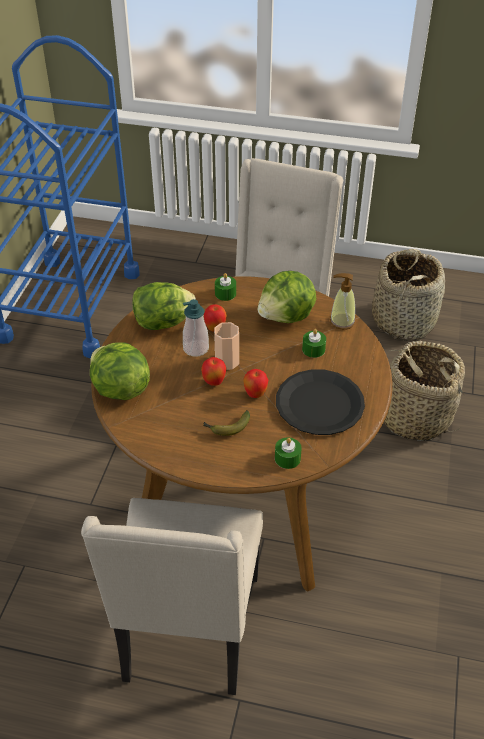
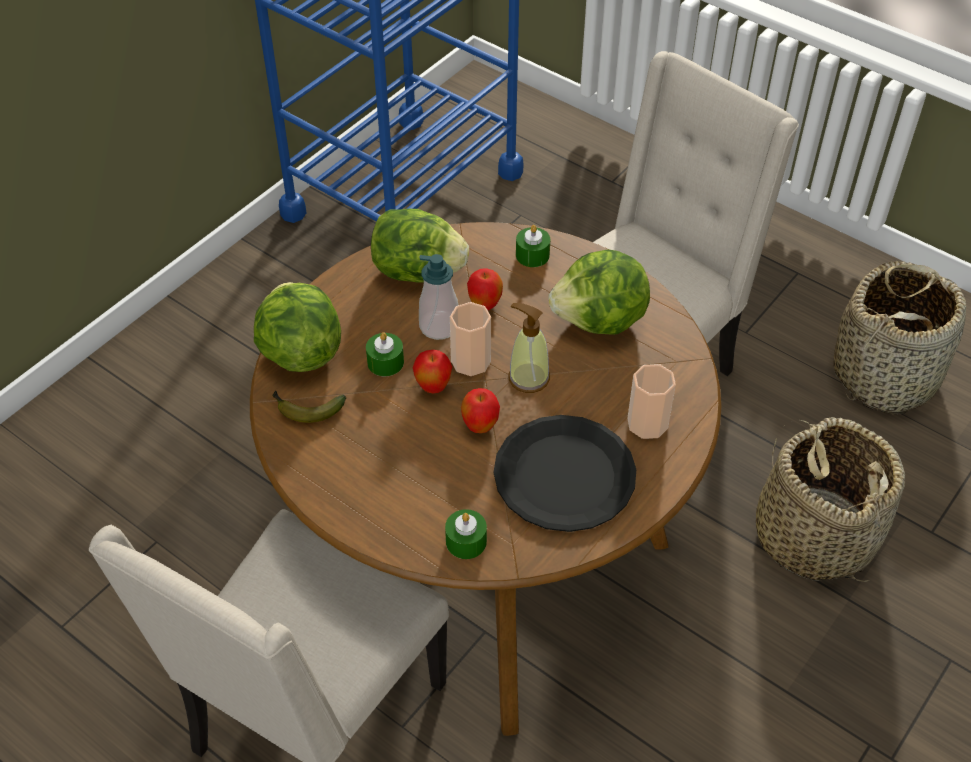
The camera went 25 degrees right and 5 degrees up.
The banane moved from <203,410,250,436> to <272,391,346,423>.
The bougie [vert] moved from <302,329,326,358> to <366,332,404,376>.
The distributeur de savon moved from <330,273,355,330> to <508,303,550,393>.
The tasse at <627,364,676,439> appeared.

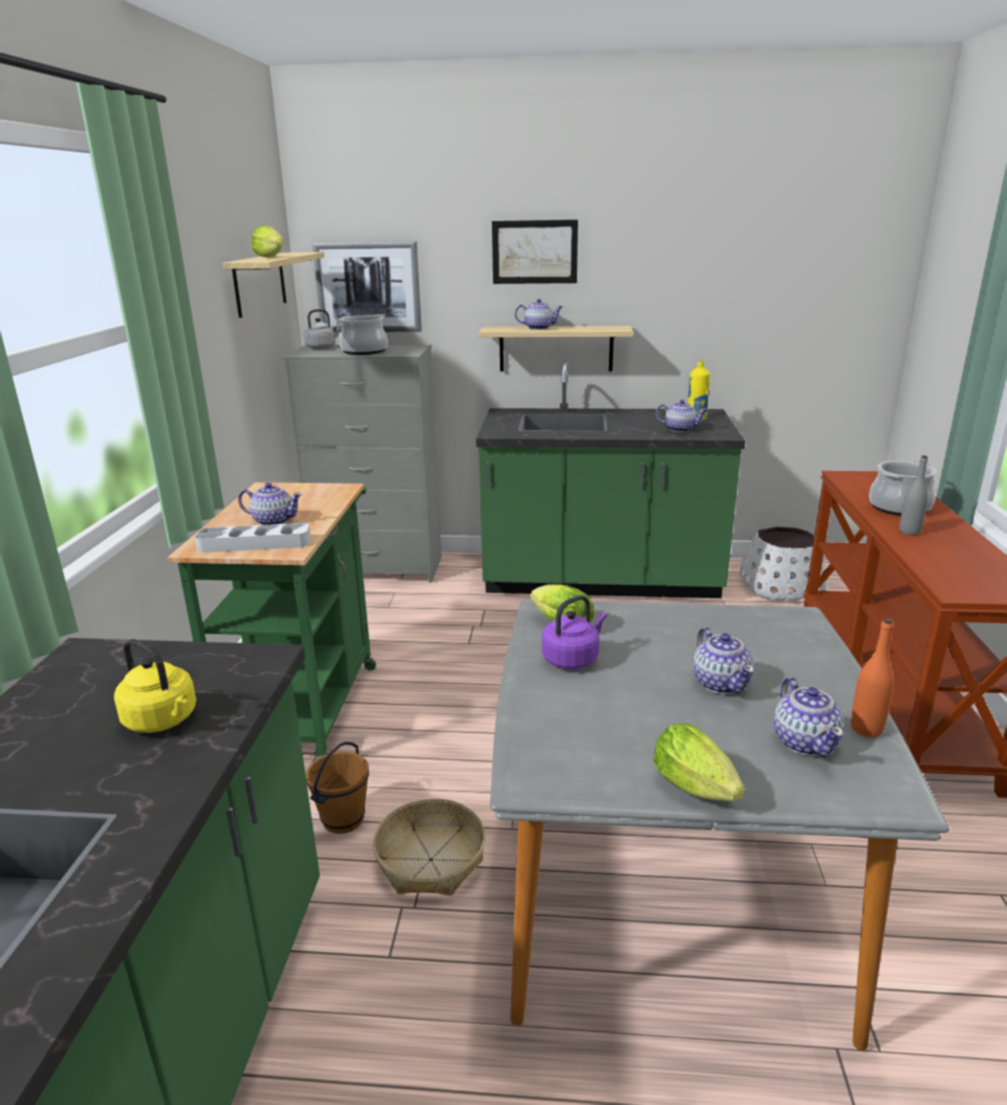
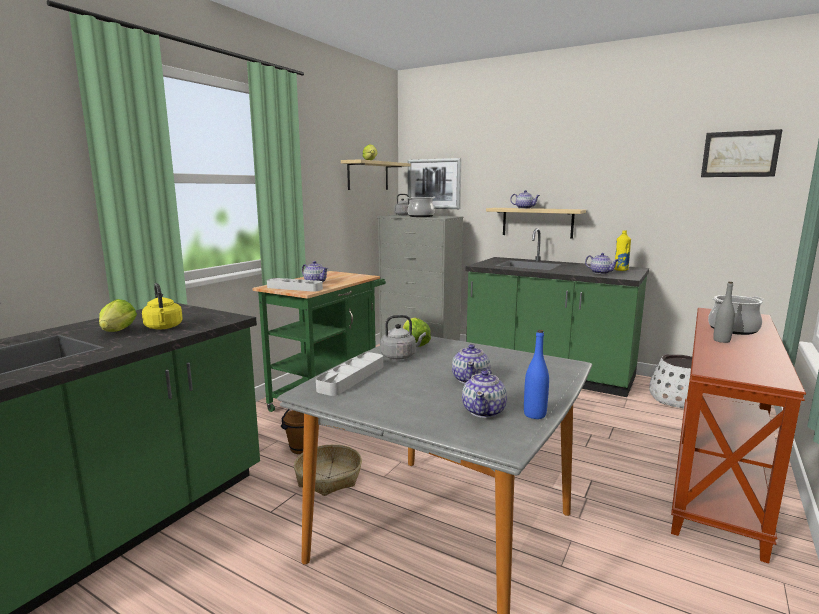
The camera went 25 degrees right and 10 degrees down.
The tableau moved from <492,220,578,284> to <701,129,783,177>.
The bouilloire [violet] at <542,595,607,669> became the bouilloire [gris] at <381,315,426,359>.
The laitue moved from <653,723,744,801> to <99,299,137,332>.
The bouteille [orange] at <851,618,894,737> became the bouteille [bleu] at <524,330,549,419>.
The plateau [gris] at <316,352,383,396> appeared.

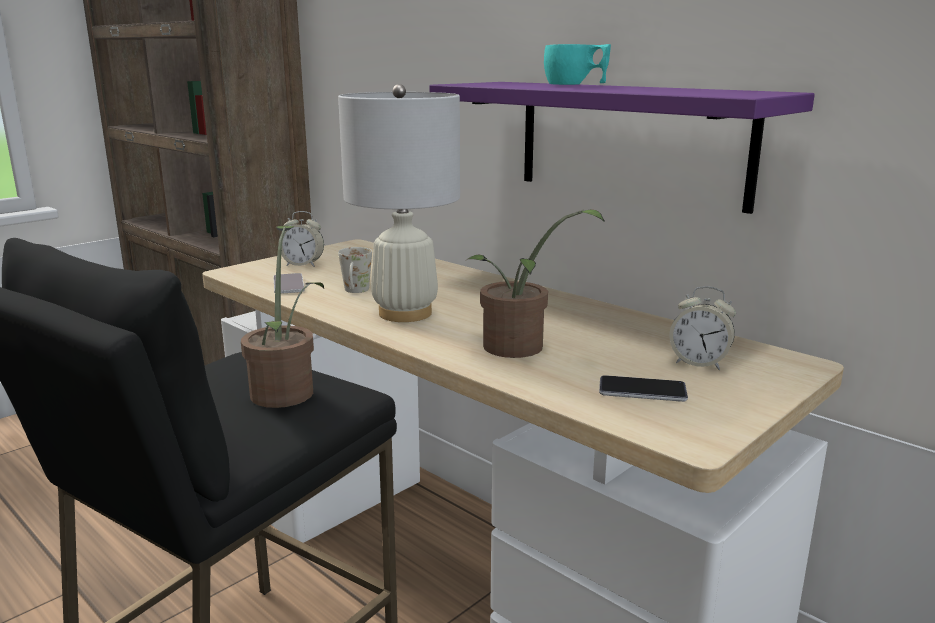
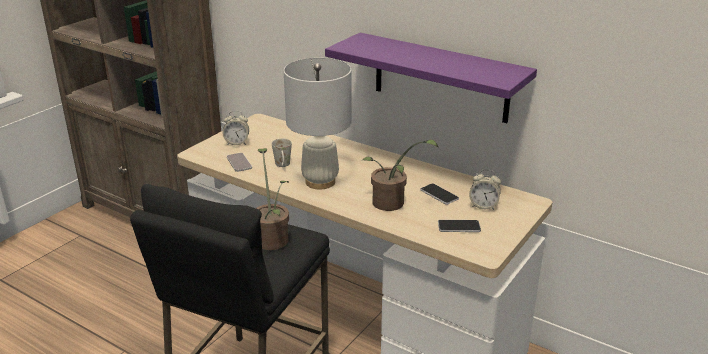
The camera went 10 degrees left and 10 degrees up.
The tasse [turquoise] at <544,44,611,85> disappeared.
The téléphone at <420,183,459,205> appeared.

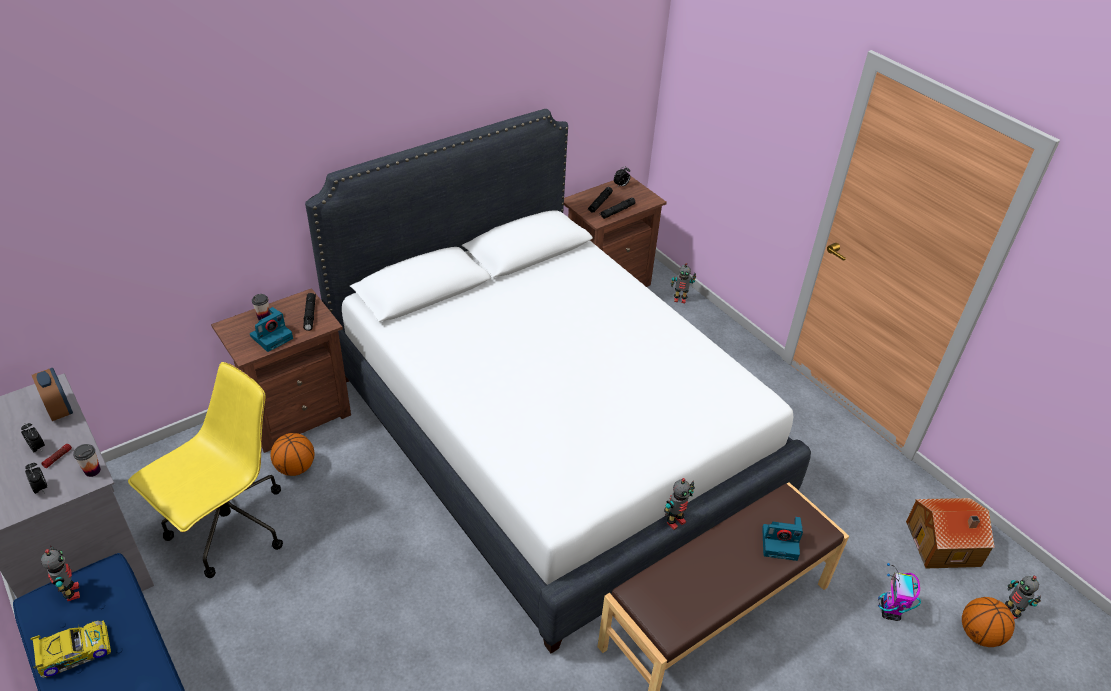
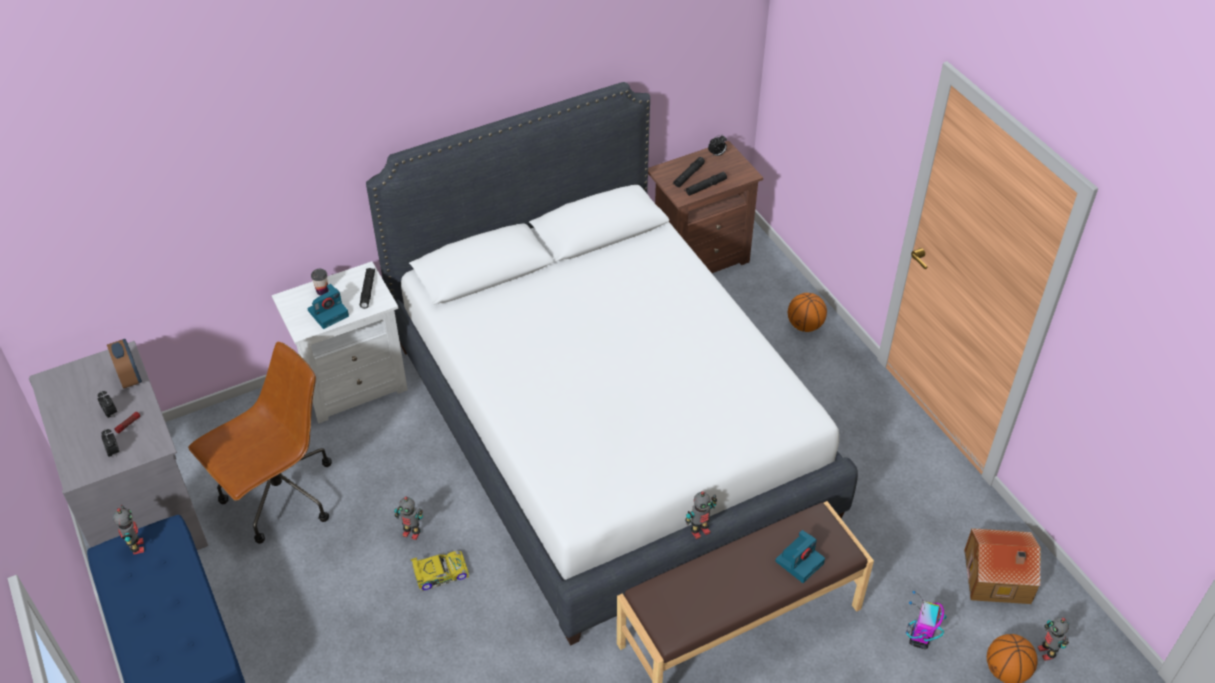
The camera went 10 degrees right and 5 degrees up.
The petite voiture moved from <30,620,111,678> to <410,551,469,591>.
The tasse at <73,444,101,477> disappeared.
The chaise de bureau [jaune] at <128,362,283,578> became the chaise de bureau [marron] at <188,342,332,544>.
The table de chevet [marron] at <211,288,351,453> became the table de chevet [blanc] at <272,261,408,424>.
The ballon de basket moved from <270,433,315,476> to <788,293,827,332>.
The robot jouet moved from <671,263,696,303> to <394,496,423,540>.
The appareil photo at <762,517,803,561> turned 60 degrees counterclockwise.

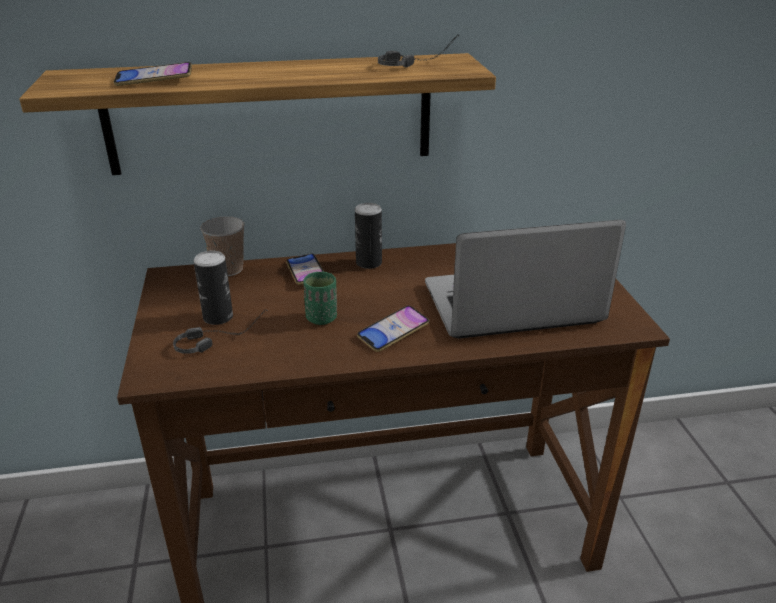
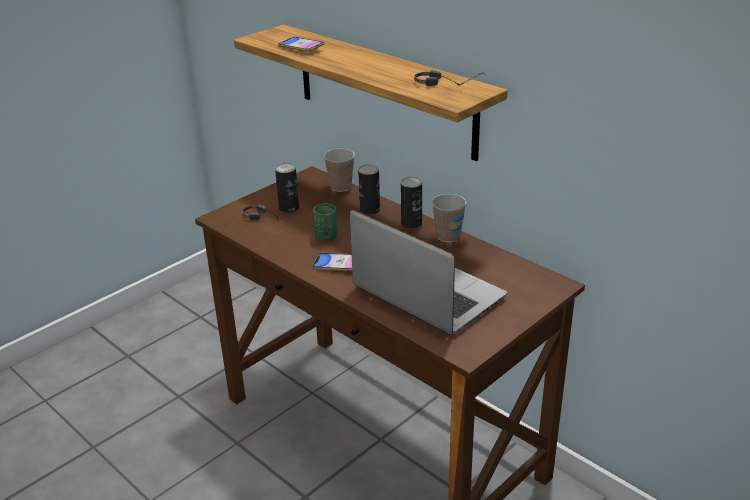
The camera went 55 degrees right and 0 degrees up.
The téléphone at <286,254,324,285> was replaced by the boîte métallique at <358,164,380,215>.
The tasse at <432,194,467,242> appeared.

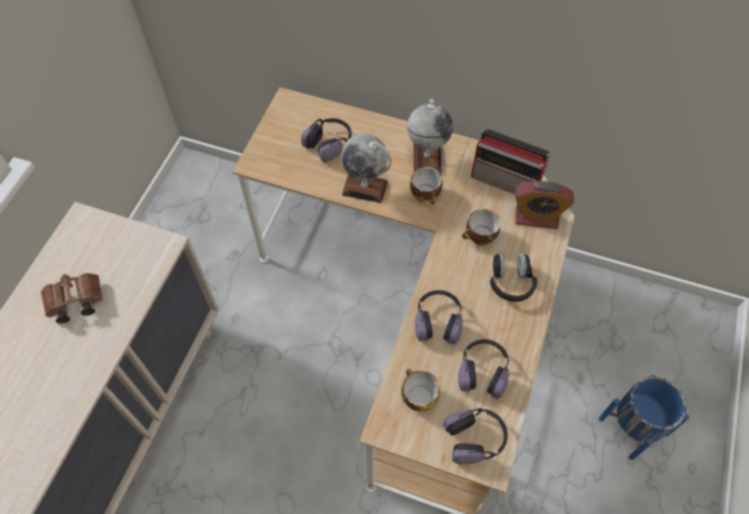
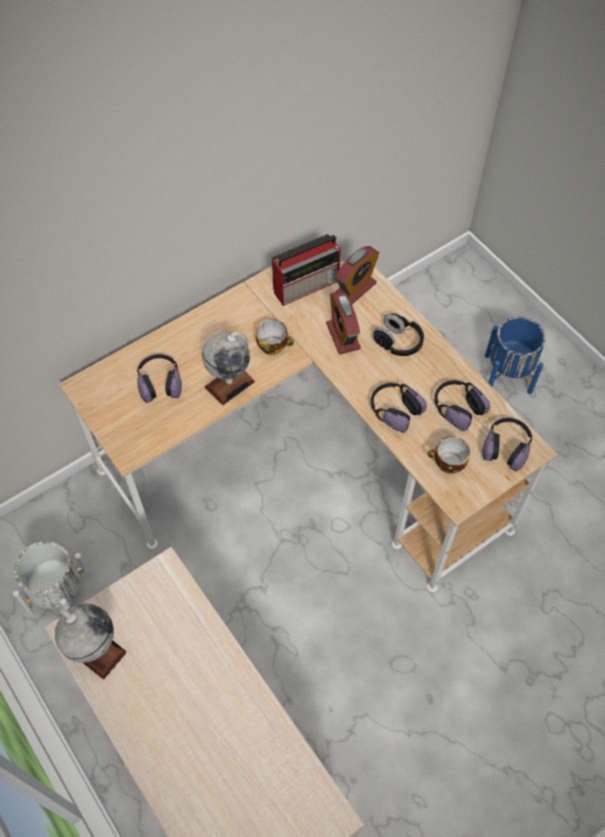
The camera went 55 degrees left and 0 degrees up.
The jumelles [marron] at <41,273,103,324> disappeared.
The globe moved from <407,99,453,174> to <55,604,127,680>.
The tasse at <462,209,501,246> was replaced by the réveil at <326,290,361,354>.
The cache-pot [blanc] at <13,541,92,615> appeared.

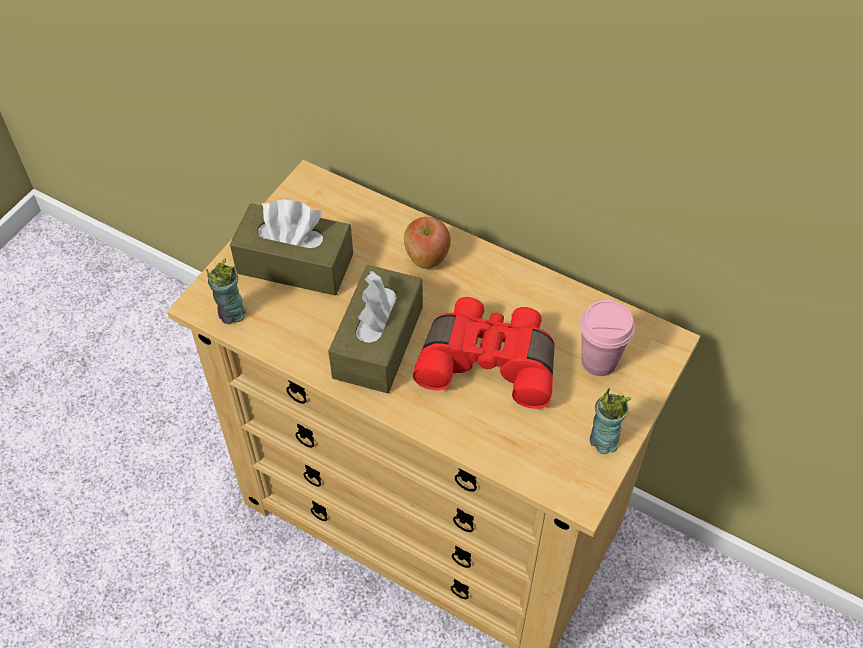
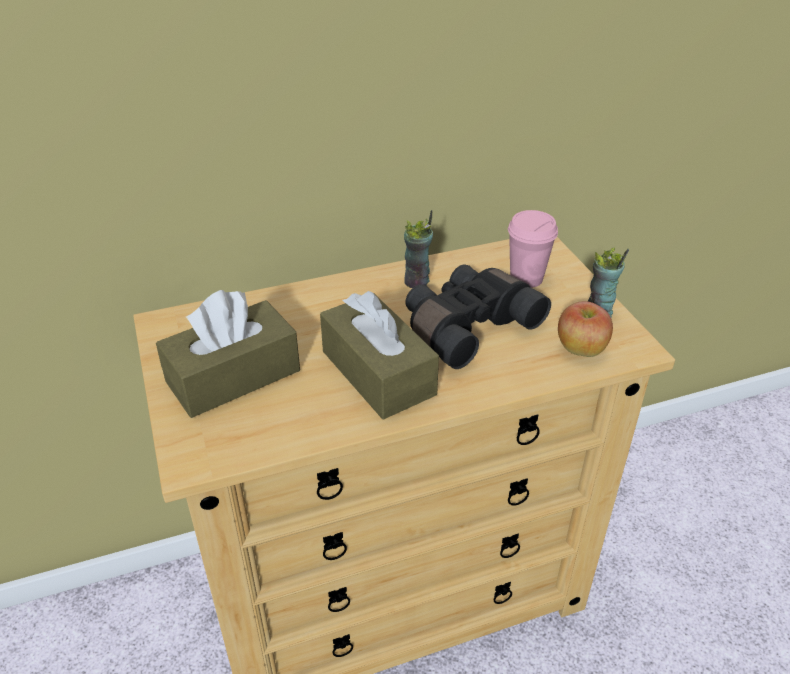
The camera went 50 degrees left and 15 degrees down.
The tasse moved from <206,258,246,324> to <404,210,433,288>.
The pomme moved from <404,217,451,269> to <558,301,613,357>.
The jumelles [rouge] at <413,297,555,409> became the jumelles [noir] at <405,265,551,369>.

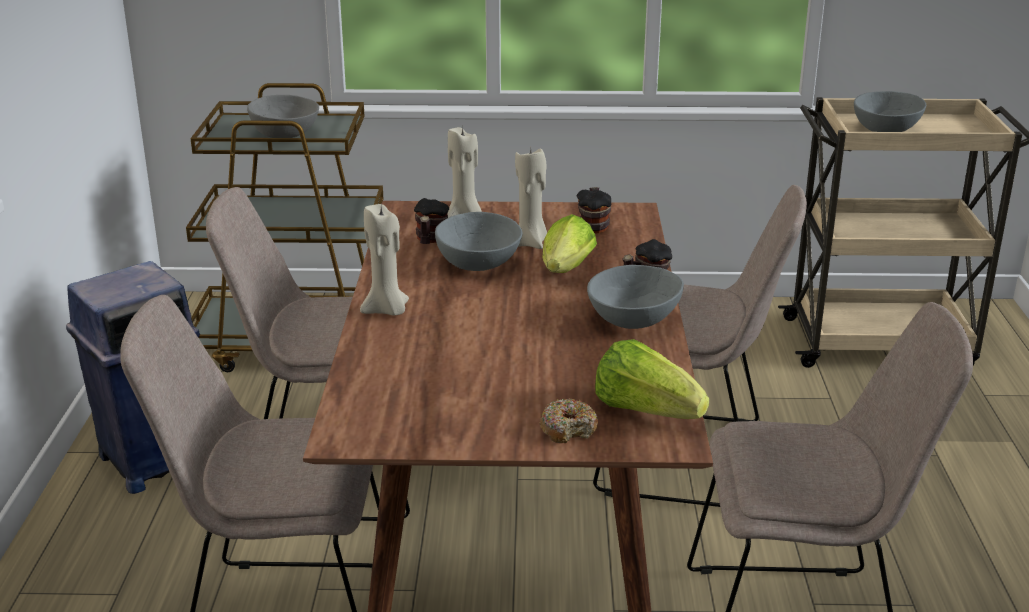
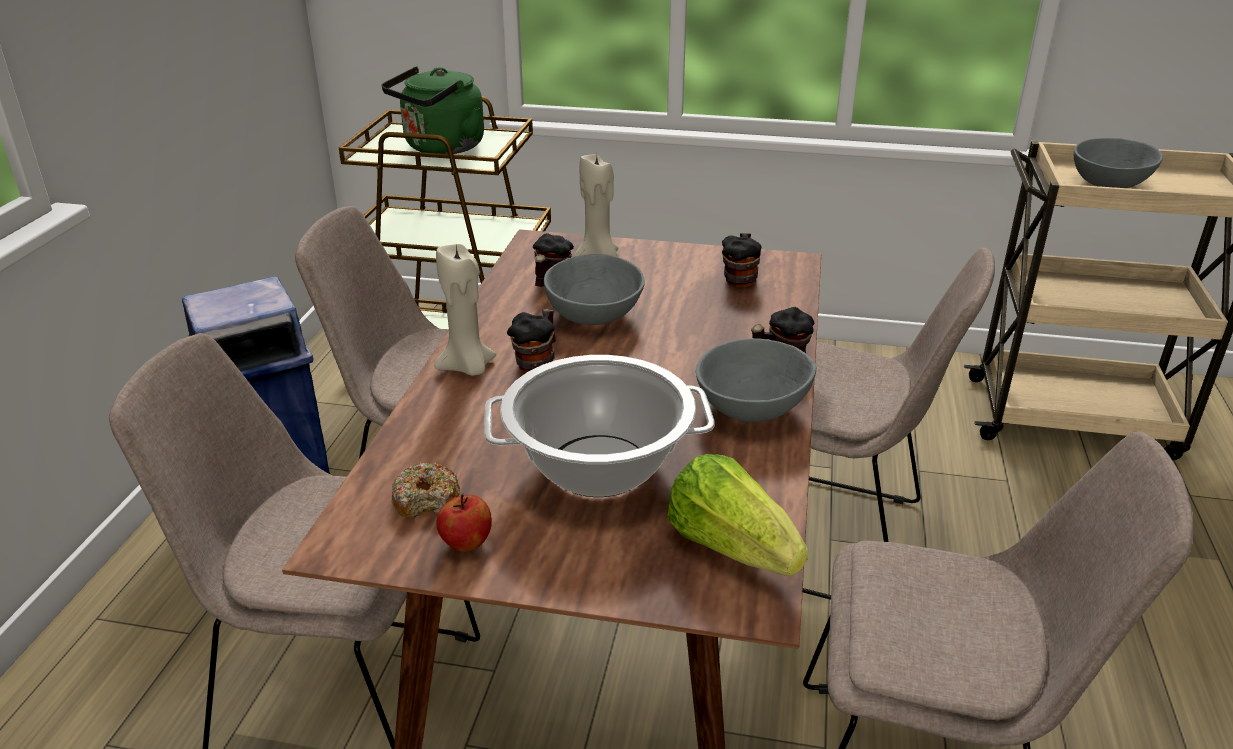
The camera went 10 degrees right and 5 degrees up.
The bol [gris] at <247,95,319,138> was replaced by the bouilloire [vert] at <382,66,484,154>.
The bougie [beige] at <515,148,547,249> disappeared.
The beignet moved from <539,399,598,443> to <392,463,460,519>.
The laitue at <543,214,597,273> disappeared.
The pomme at <436,494,492,552> appeared.
The marmite at <484,355,715,497> appeared.
The mug at <507,309,556,373> appeared.

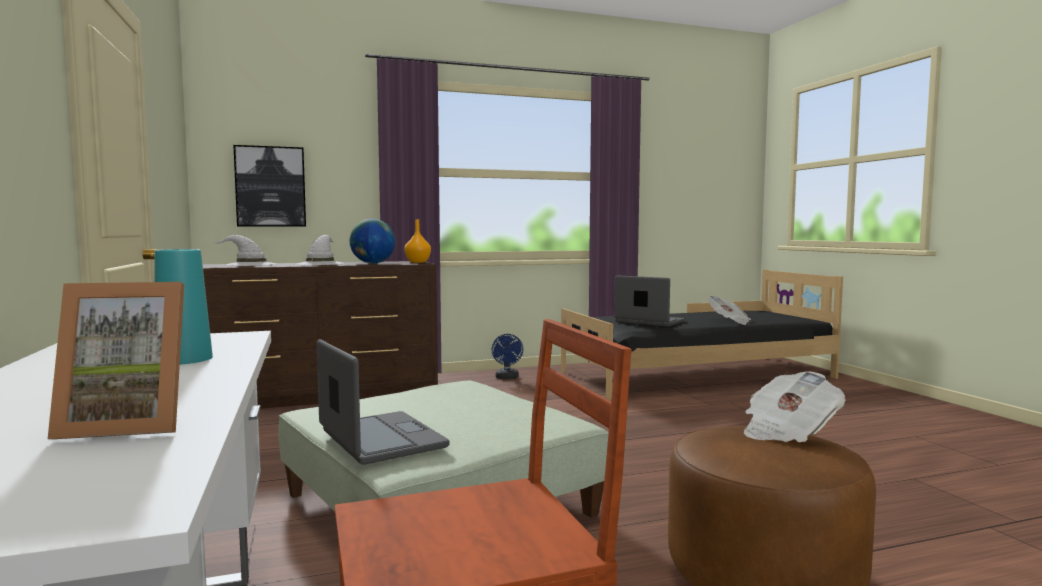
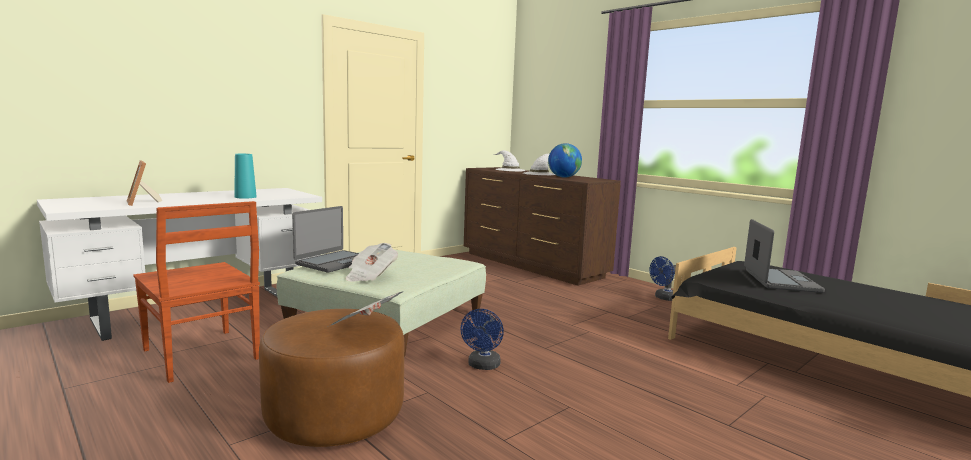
The camera went 65 degrees right and 5 degrees up.
The tableau at <233,145,306,227> disappeared.
The vase [orange] at <404,219,431,263> disappeared.
The journal moved from <707,296,751,325> to <345,243,398,282>.
The ventilateur [bleu] at <461,309,504,370> appeared.

